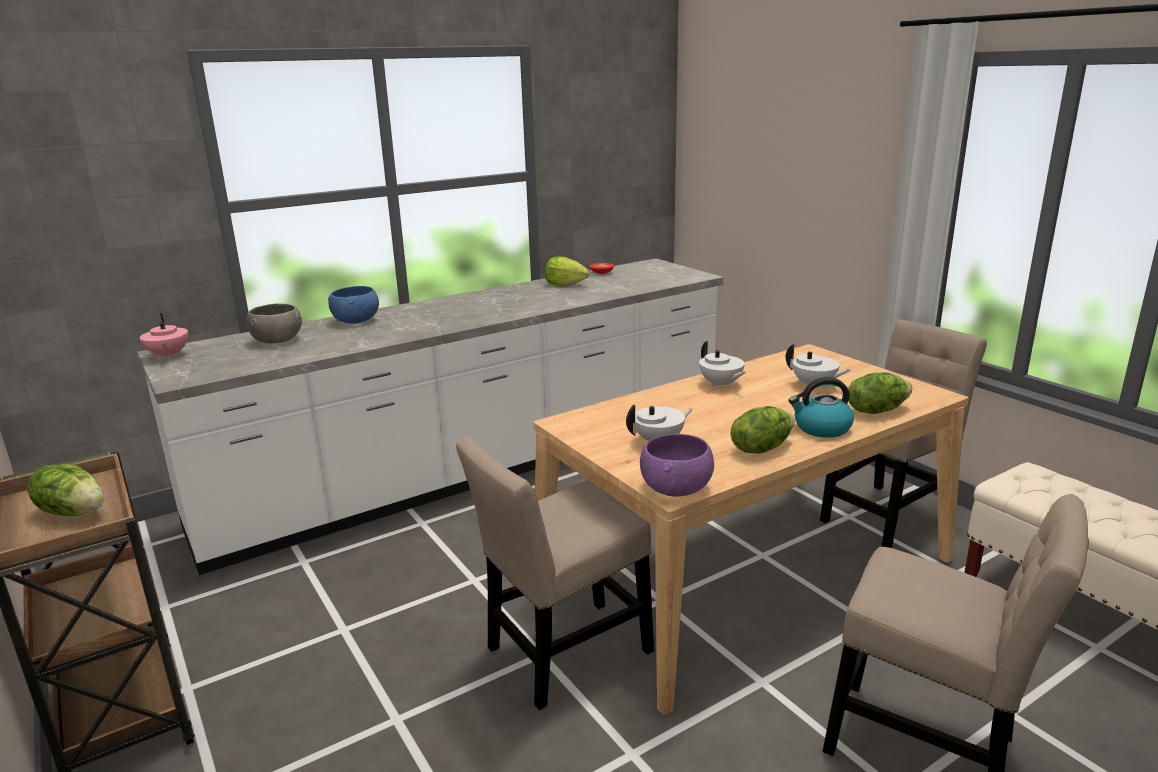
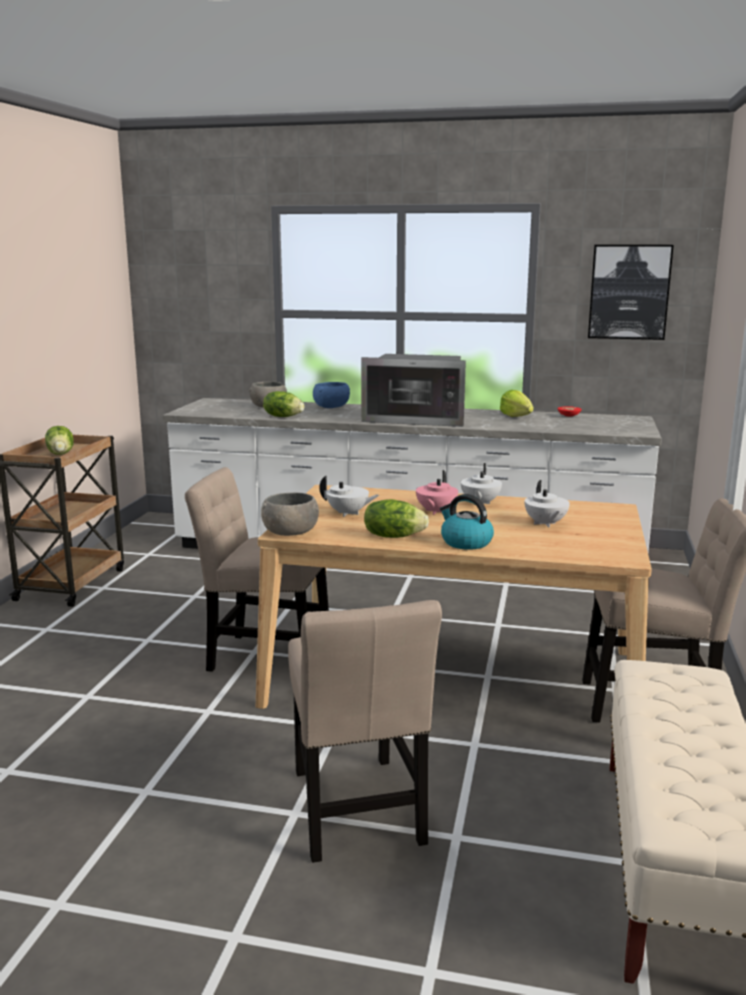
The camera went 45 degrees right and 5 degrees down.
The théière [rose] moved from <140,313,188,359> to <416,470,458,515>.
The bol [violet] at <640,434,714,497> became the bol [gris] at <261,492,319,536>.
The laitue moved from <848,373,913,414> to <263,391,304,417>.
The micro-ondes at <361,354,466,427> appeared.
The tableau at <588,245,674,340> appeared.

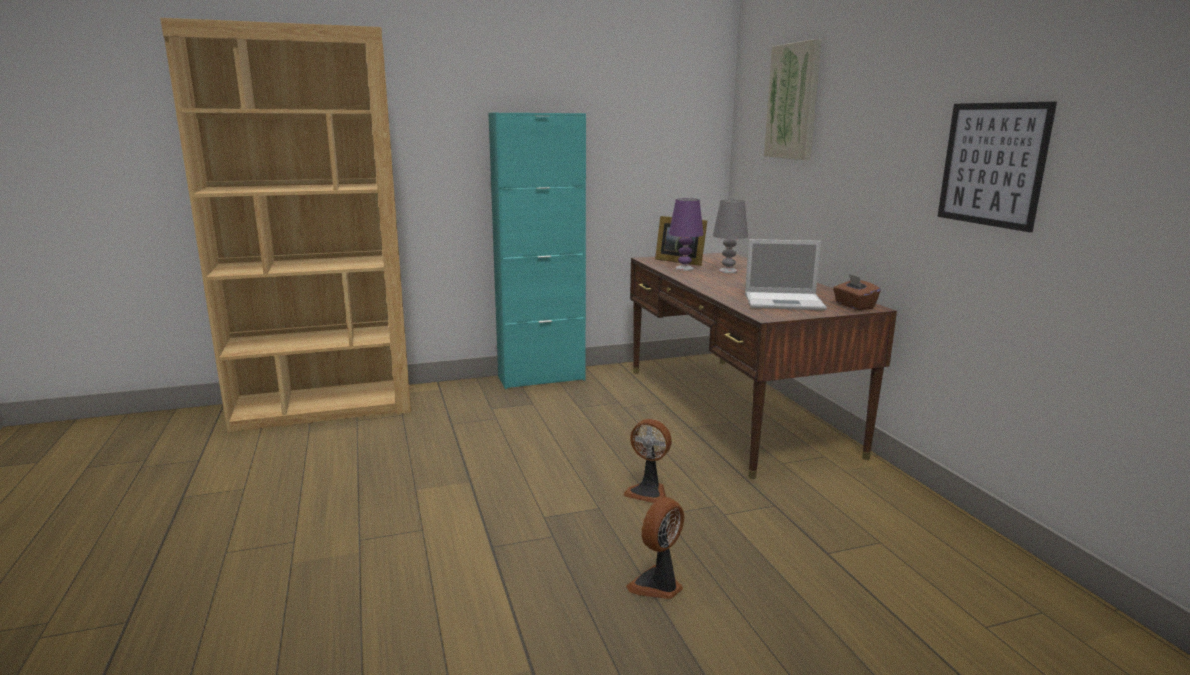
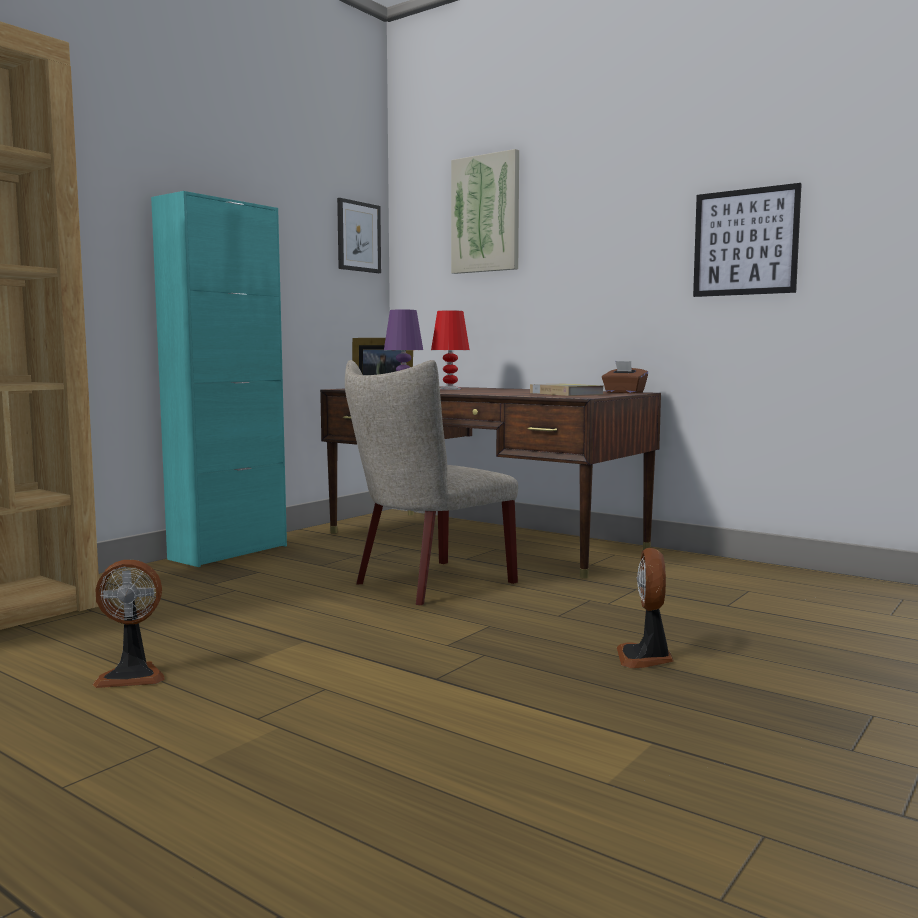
The camera went 35 degrees left and 10 degrees down.
The ventilateur moved from <623,419,672,503> to <93,560,165,688>.
The lampe de table [gris] at <713,200,748,273> became the lampe de table [rouge] at <431,310,470,390>.
The ordinateur portable at <745,239,827,310> was replaced by the livre at <530,384,604,396>.
The tableau at <337,198,381,273> appeared.
The chaise [beige] at <345,360,518,605> appeared.

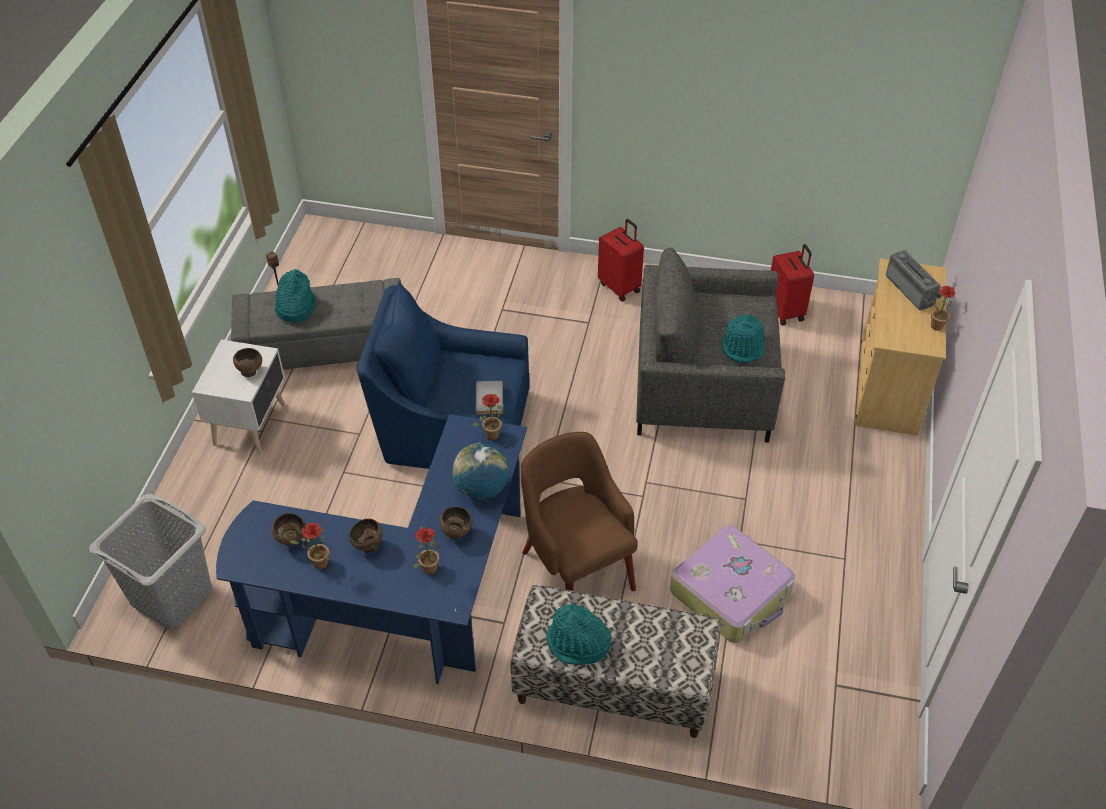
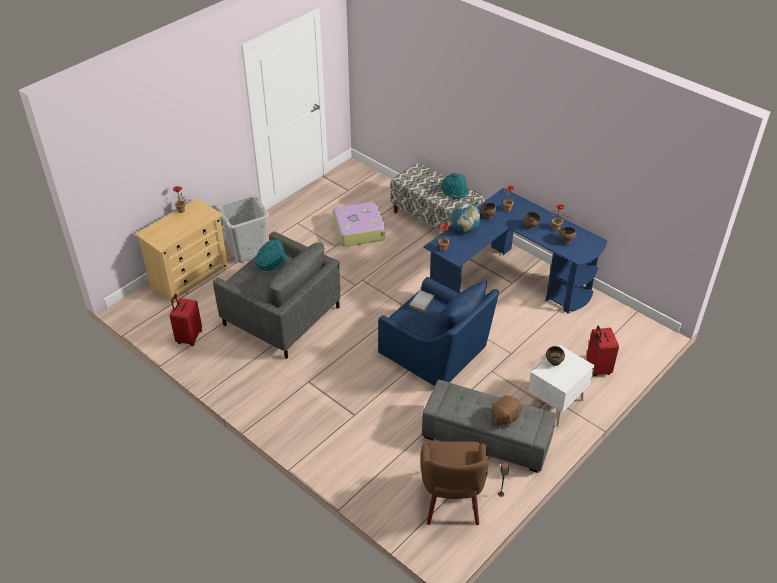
The camera went 150 degrees left and 5 degrees down.
The panier à linge [gris] moved from <89,494,212,629> to <216,194,269,263>.
The chapeau [turquoise] at <275,269,316,322> was replaced by the peluche [marron] at <491,395,522,428>.
The fauteuil [marron] moved from <521,432,638,591> to <420,441,488,525>.
The valise [rouge] moved from <598,219,644,302> to <587,326,619,376>.
The radio at <886,250,942,310> disappeared.

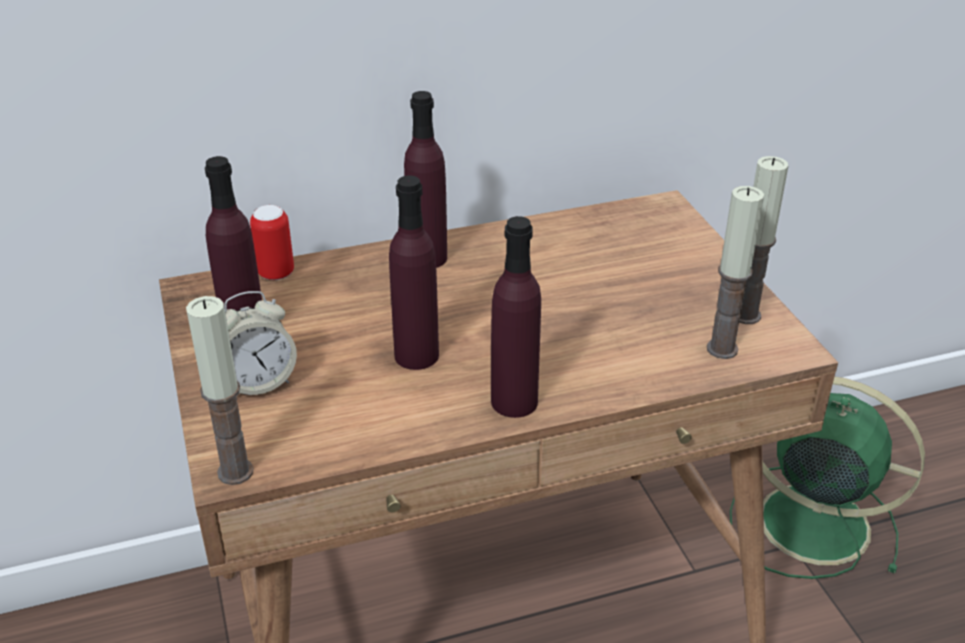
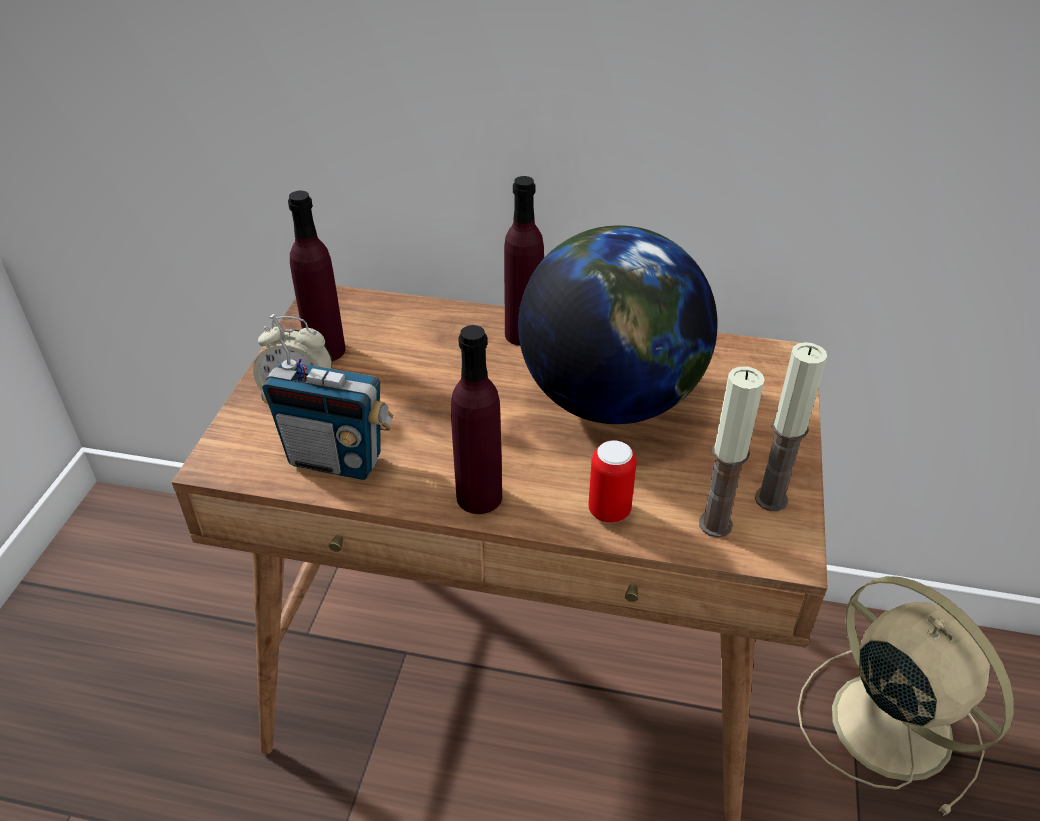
The camera went 30 degrees right and 5 degrees up.
The bougie at <186,296,254,485> disappeared.
The boîte métallique moved from <250,205,294,280> to <588,440,637,523>.
The bouteille [violet] at <389,176,439,370> disappeared.
The ventilateur [vert] at <730,376,925,579> became the ventilateur [beige] at <797,576,1014,816>.
The radio at <261,314,393,480> appeared.
The globe at <518,225,717,424> appeared.

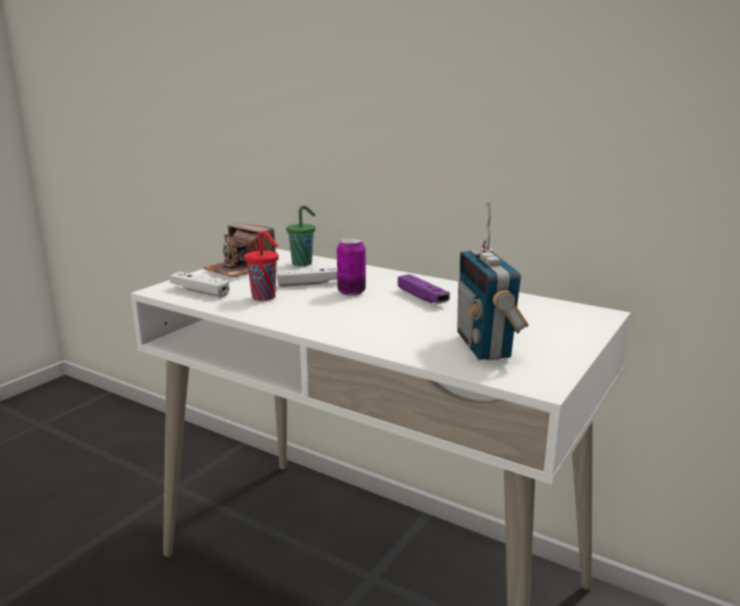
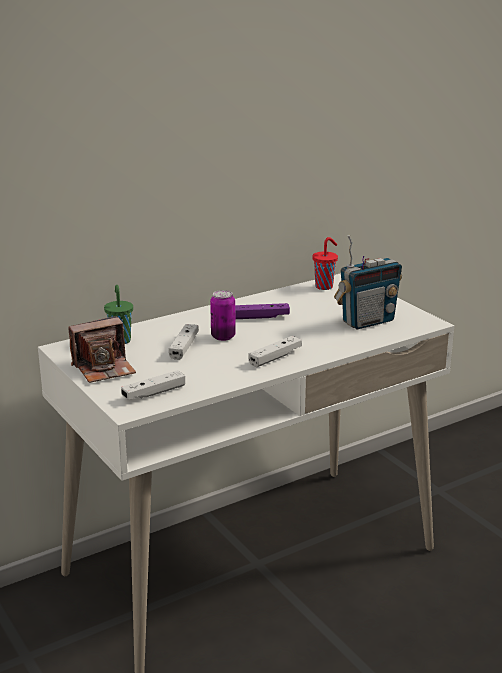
The camera went 65 degrees left and 5 degrees up.
The tasse [rouge] moved from <244,231,279,301> to <312,237,338,290>.
The radio at <457,203,529,360> turned 45 degrees counterclockwise.
The manette [blanc] at <248,336,302,367> appeared.

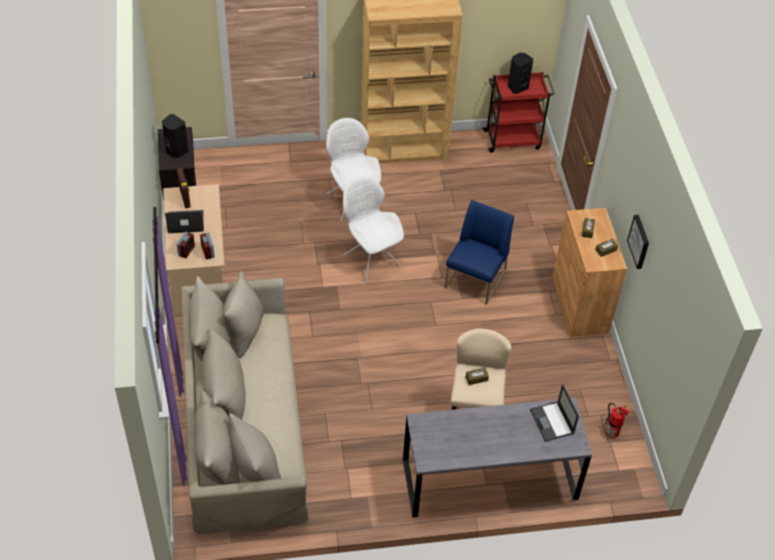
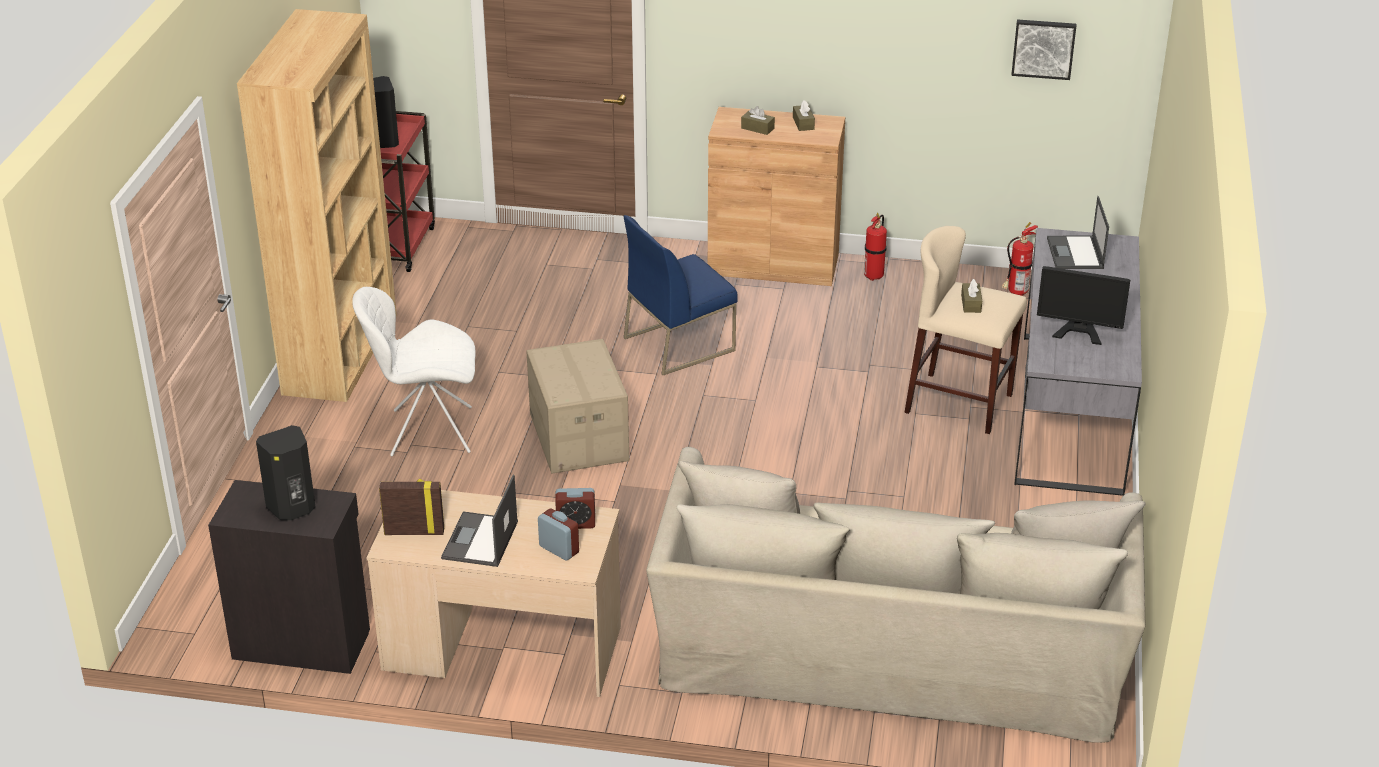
The camera went 70 degrees left and 15 degrees down.
The chaise [blanc] at <343,176,404,283> was replaced by the carton at <526,339,629,474>.
The chaise [bleu] at <445,200,514,305> turned 75 degrees counterclockwise.
The ordinateur portable at <530,384,579,442> turned 90 degrees clockwise.
The tableau moved from <627,215,649,269> to <1011,19,1076,80>.
The extincteur at <864,212,887,281> appeared.
The écran d'ordinateur at <1037,266,1130,345> appeared.

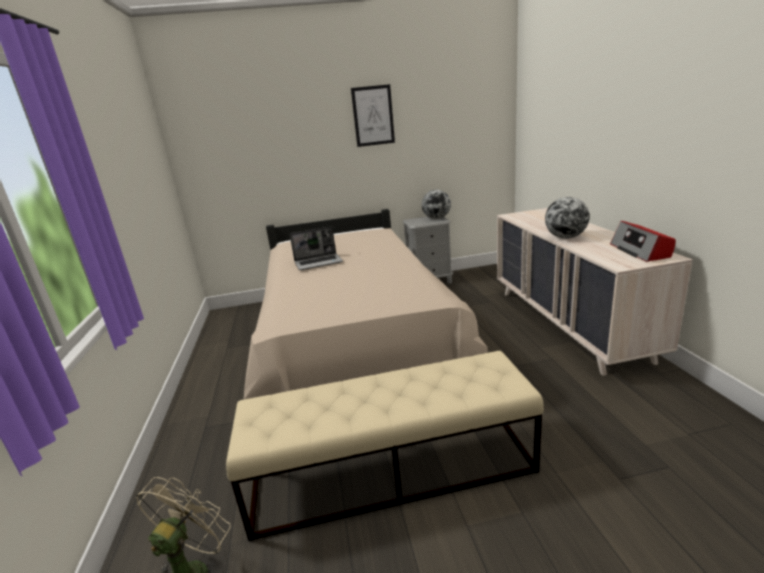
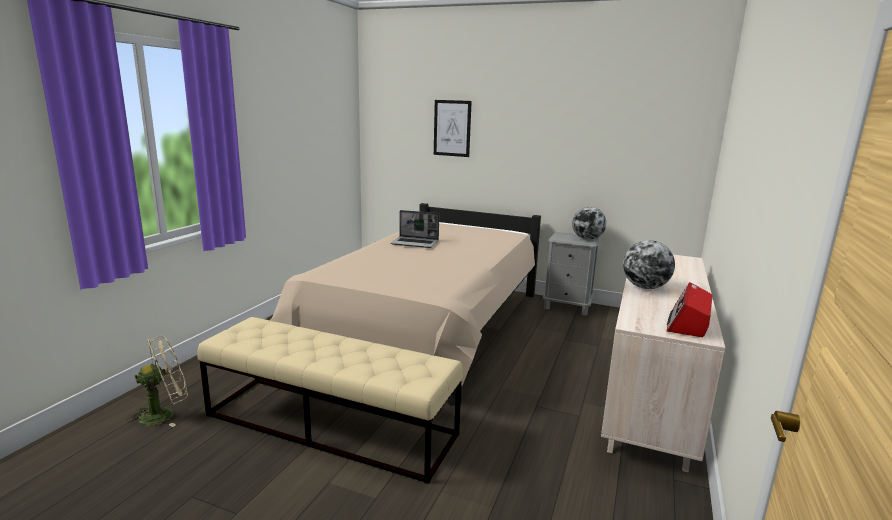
The camera went 30 degrees right and 5 degrees down.
The tableau moved from <351,84,395,147> to <434,100,472,157>.

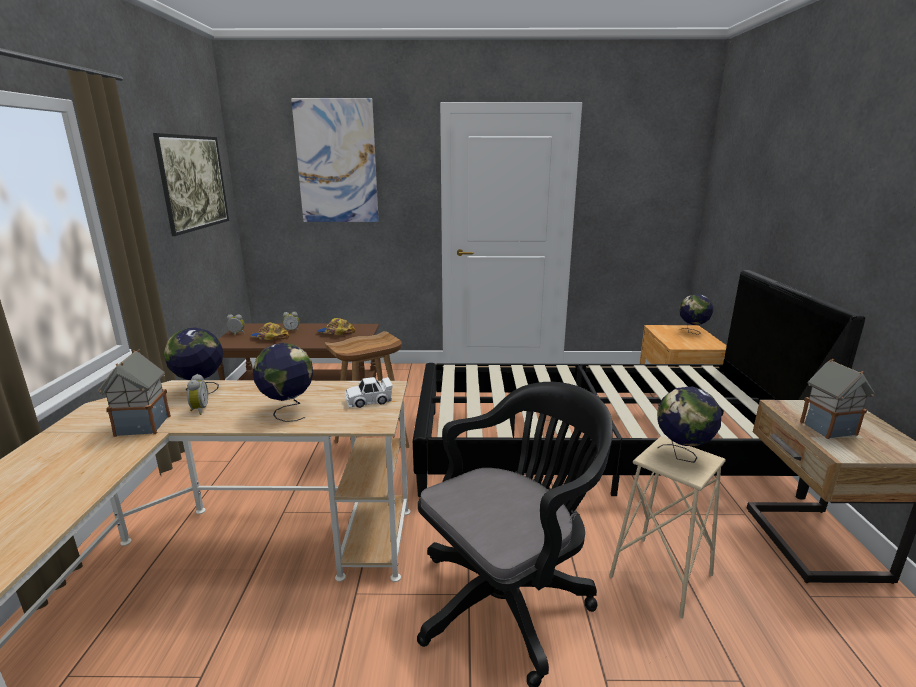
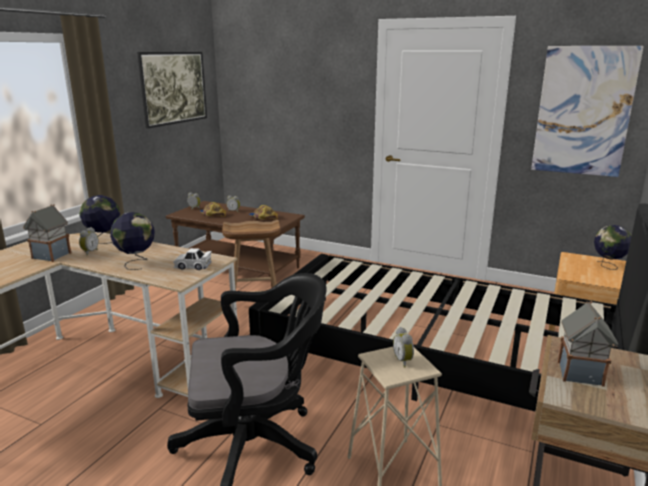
The camera went 25 degrees right and 0 degrees up.
The tableau moved from <291,98,379,222> to <531,46,644,177>.
The globe at <657,387,722,463> was replaced by the réveil at <393,327,414,368>.

